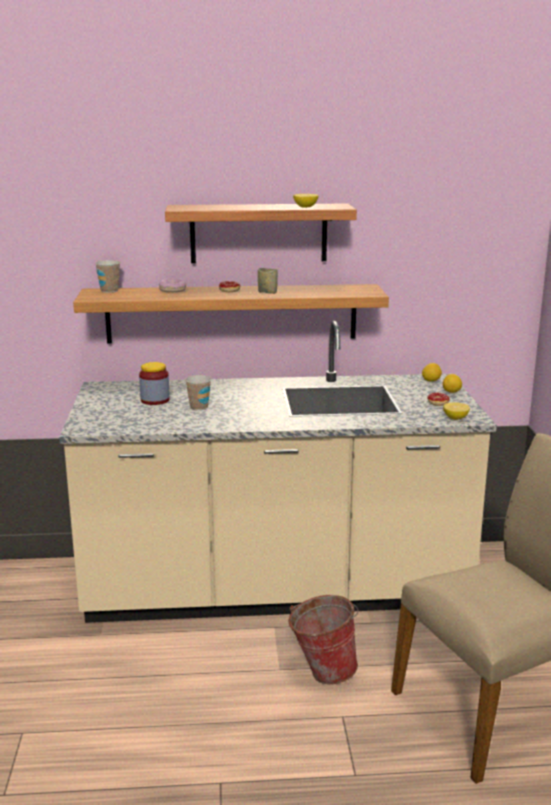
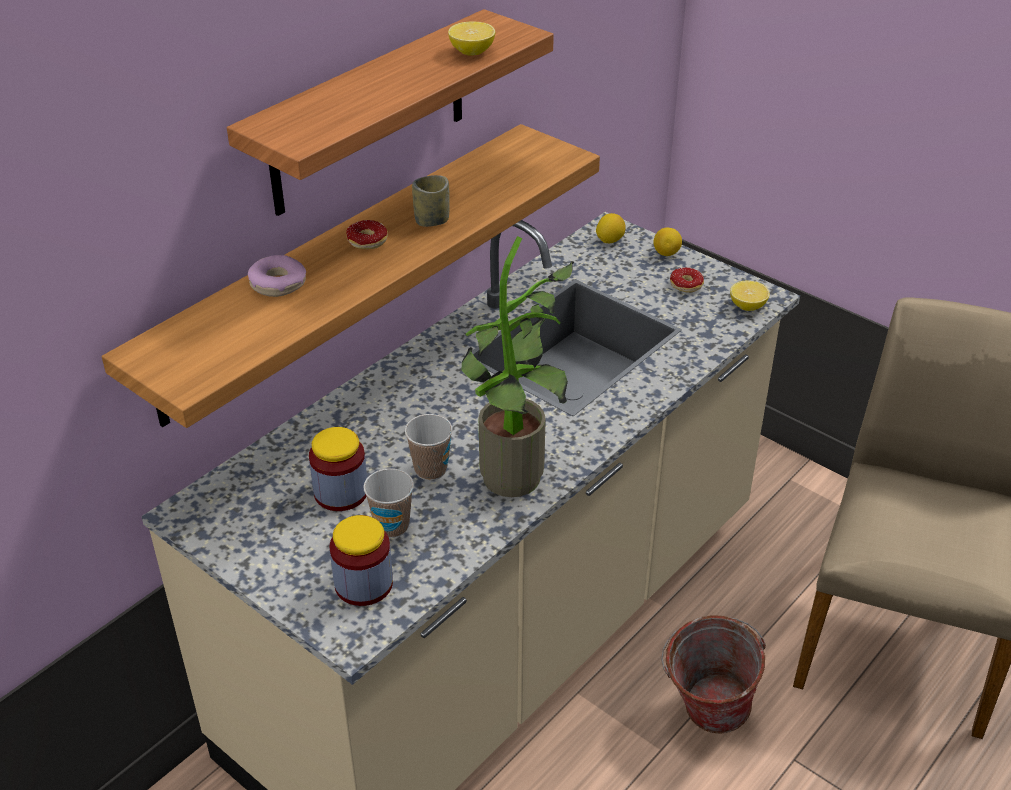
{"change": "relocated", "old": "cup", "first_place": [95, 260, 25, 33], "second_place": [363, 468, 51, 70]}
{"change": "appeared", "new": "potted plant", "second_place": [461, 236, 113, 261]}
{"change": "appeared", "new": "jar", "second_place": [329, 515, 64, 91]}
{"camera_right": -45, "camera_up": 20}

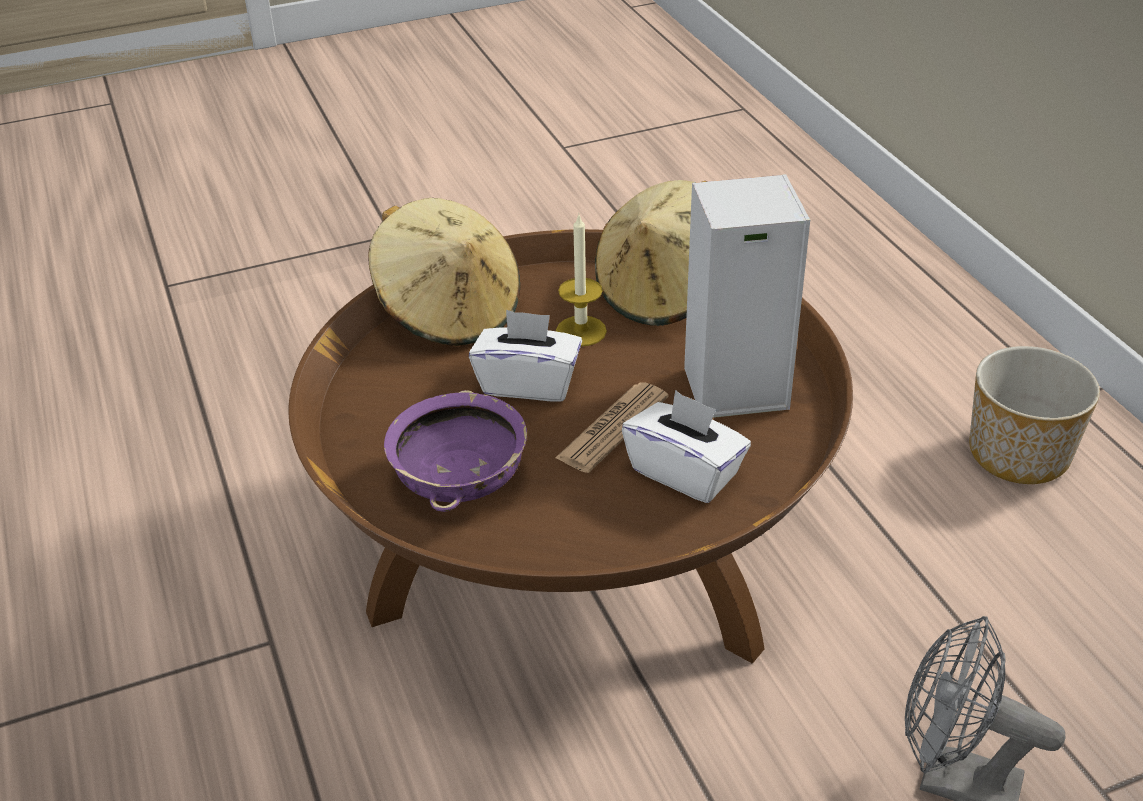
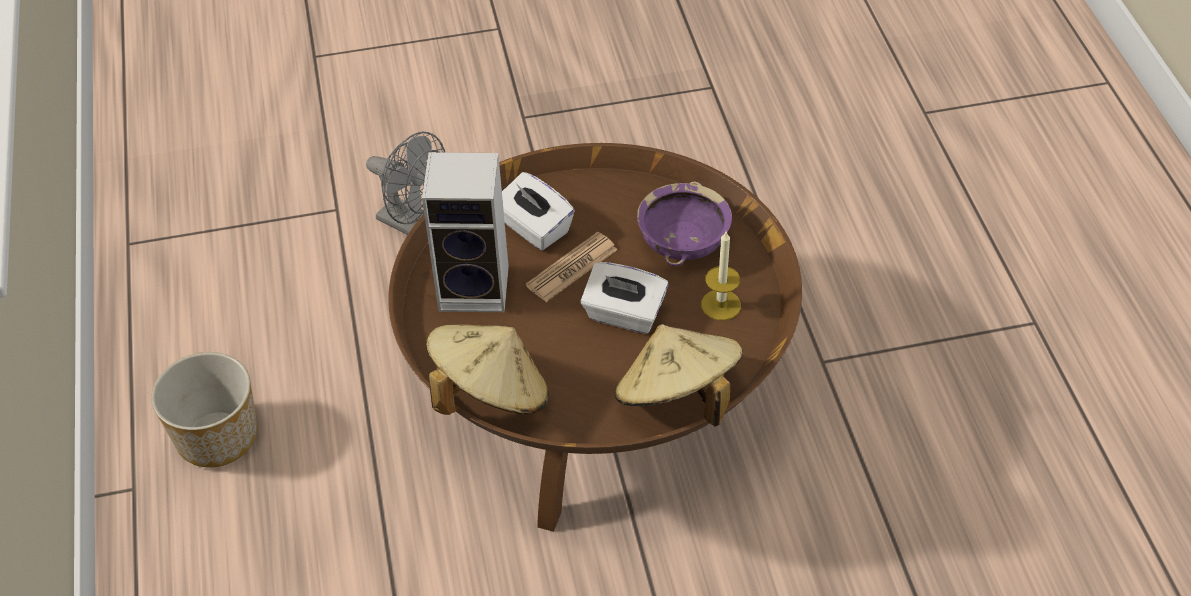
{"change": "relocated", "old": "candle", "first_place": [556, 215, 51, 131], "second_place": [701, 232, 40, 88]}
{"camera_right": -170, "camera_up": 10}

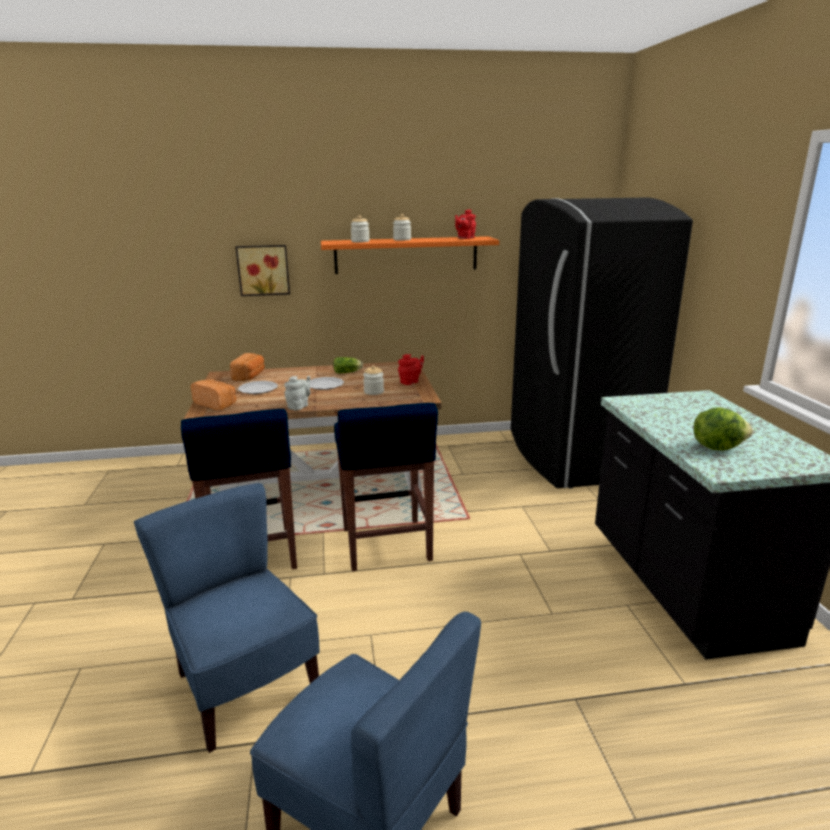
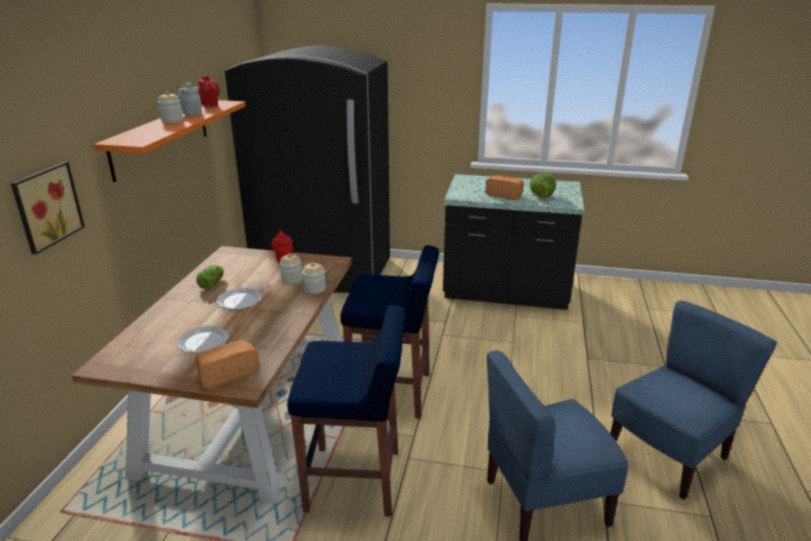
{"change": "relocated", "old": "jar", "first_place": [350, 215, 20, 27], "second_place": [302, 262, 24, 32]}
{"change": "relocated", "old": "bread", "first_place": [230, 353, 35, 28], "second_place": [485, 175, 39, 25]}
{"change": "relocated", "old": "teapot in grey", "first_place": [284, 376, 26, 35], "second_place": [177, 82, 25, 34]}
{"camera_right": -70, "camera_up": 5}

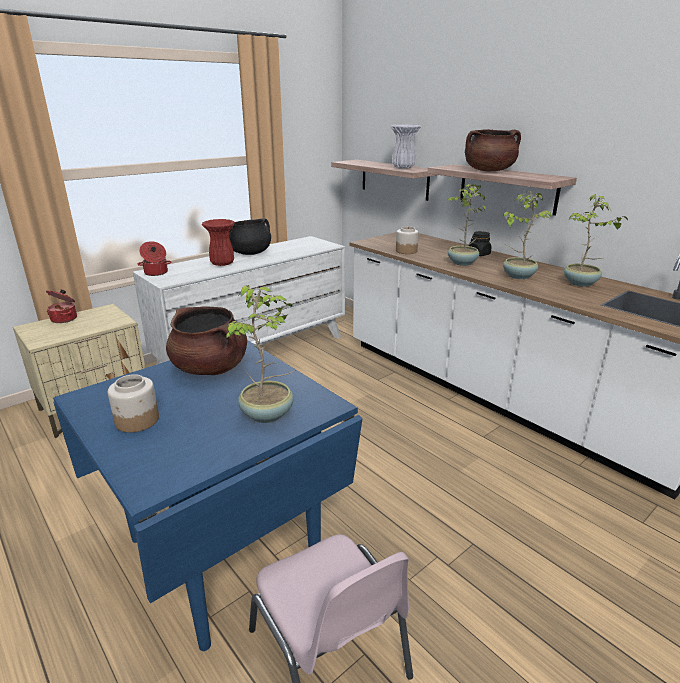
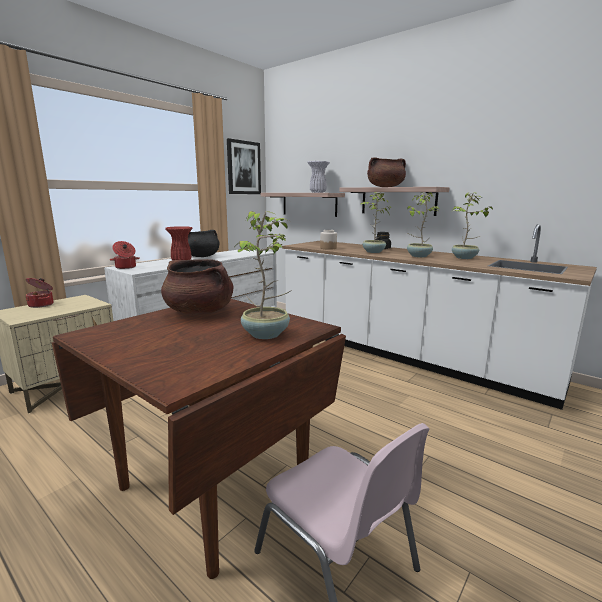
{"change": "colour", "old": "dining table in blue", "new": "dining table in brown", "first_place": [53, 340, 310, 311], "second_place": [52, 299, 294, 280]}
{"change": "missing", "old": "jar", "first_place": [108, 374, 51, 59]}
{"change": "appeared", "new": "picture", "second_place": [227, 138, 34, 56]}
{"camera_right": -10, "camera_up": -10}

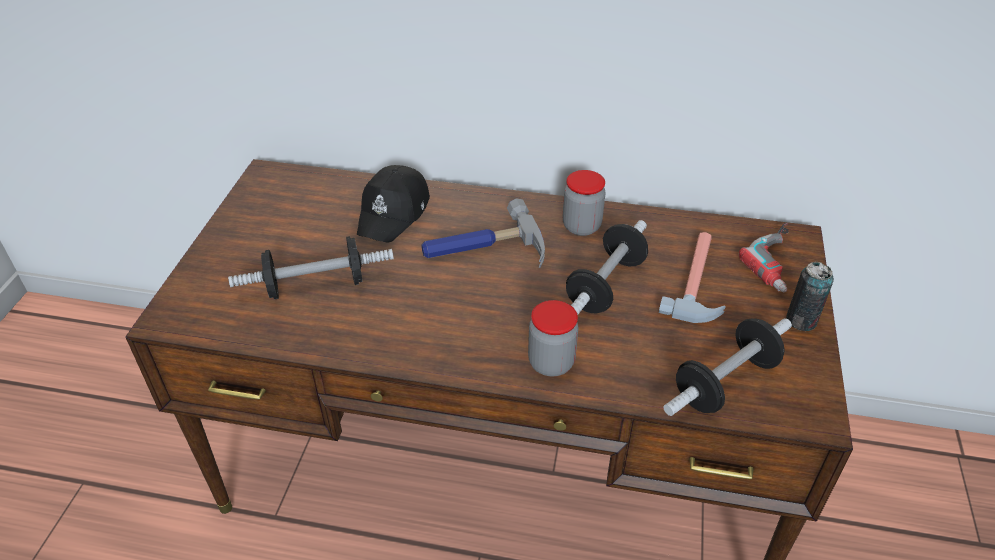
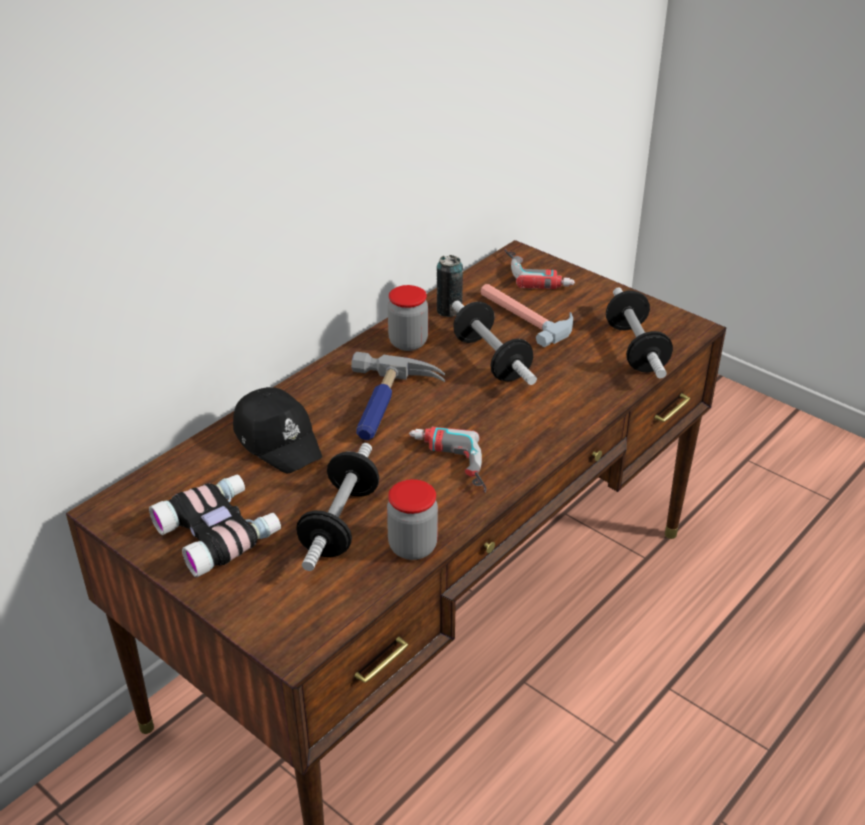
{"change": "relocated", "old": "can", "first_place": [786, 261, 48, 70], "second_place": [437, 255, 26, 62]}
{"change": "relocated", "old": "jar", "first_place": [528, 300, 50, 76], "second_place": [387, 479, 51, 81]}
{"change": "appeared", "new": "power drill", "second_place": [409, 427, 77, 66]}
{"change": "appeared", "new": "binoculars", "second_place": [149, 474, 132, 103]}
{"camera_right": -60, "camera_up": -5}

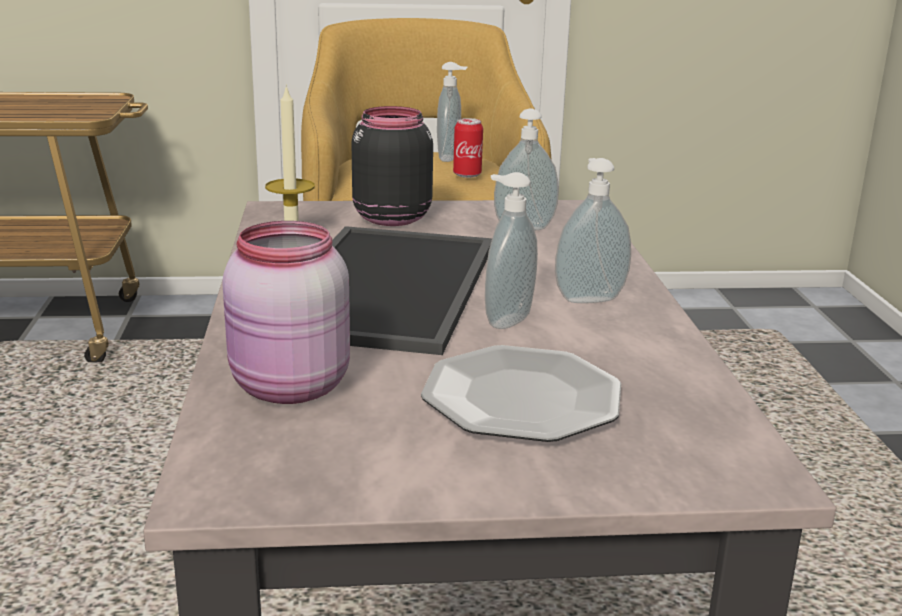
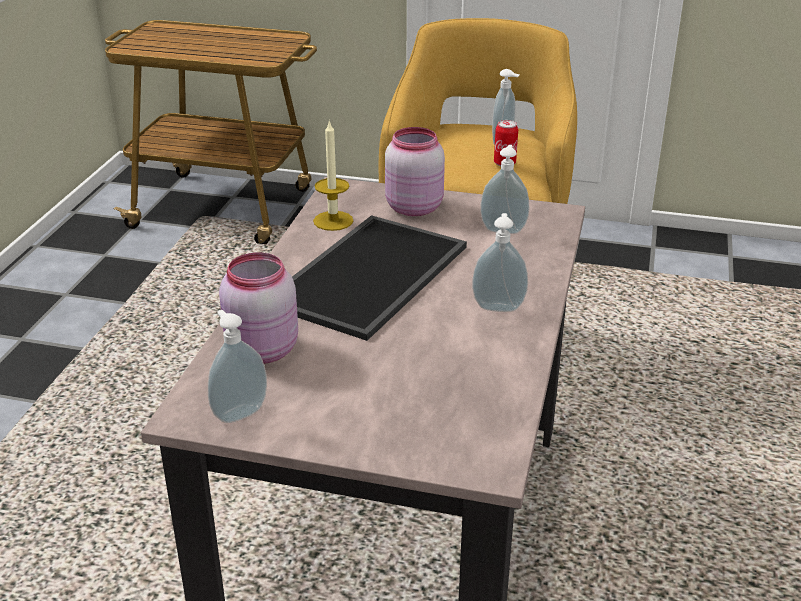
{"change": "colour", "old": "jar in black", "new": "jar in pink", "first_place": [352, 106, 81, 120], "second_place": [385, 127, 60, 89]}
{"change": "relocated", "old": "soap dispenser", "first_place": [485, 172, 53, 157], "second_place": [208, 310, 59, 113]}
{"change": "missing", "old": "plate", "first_place": [421, 345, 200, 97]}
{"camera_right": 20, "camera_up": 10}

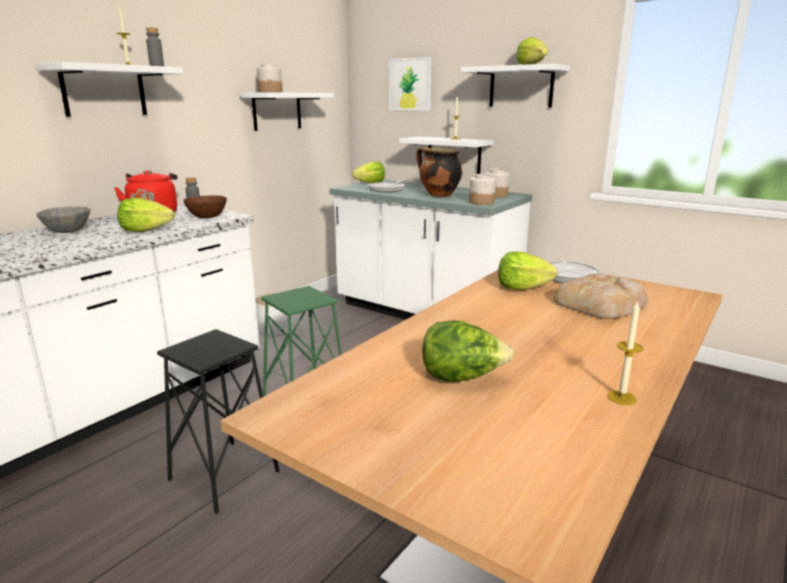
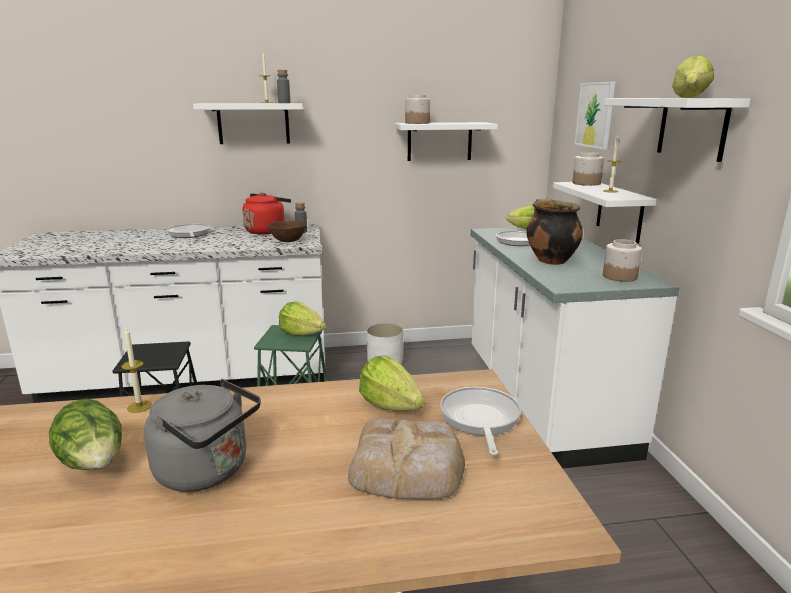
{"change": "relocated", "old": "jar", "first_place": [469, 174, 27, 31], "second_place": [572, 152, 32, 34]}
{"change": "relocated", "old": "lettuce", "first_place": [117, 198, 58, 34], "second_place": [279, 301, 47, 35]}
{"change": "exchanged", "old": "bowl in grey", "new": "frying pan", "first_place": [36, 206, 54, 27], "second_place": [167, 224, 43, 14]}
{"change": "relocated", "old": "candle", "first_place": [607, 300, 36, 105], "second_place": [121, 328, 31, 85]}
{"change": "appeared", "new": "kettle in grey", "second_place": [144, 379, 117, 113]}
{"camera_right": 45, "camera_up": 0}

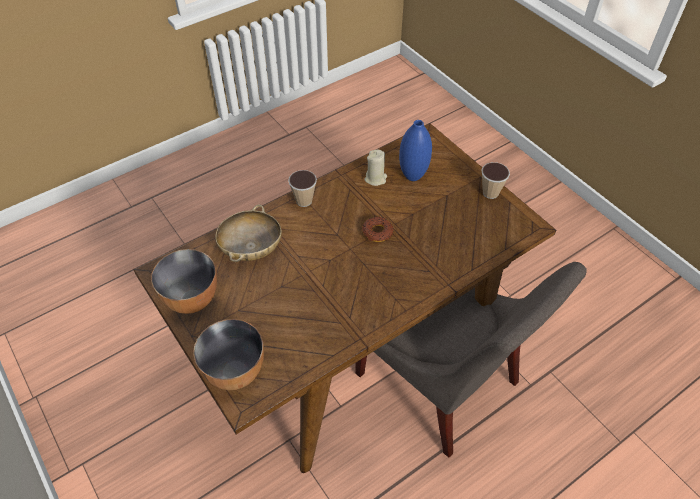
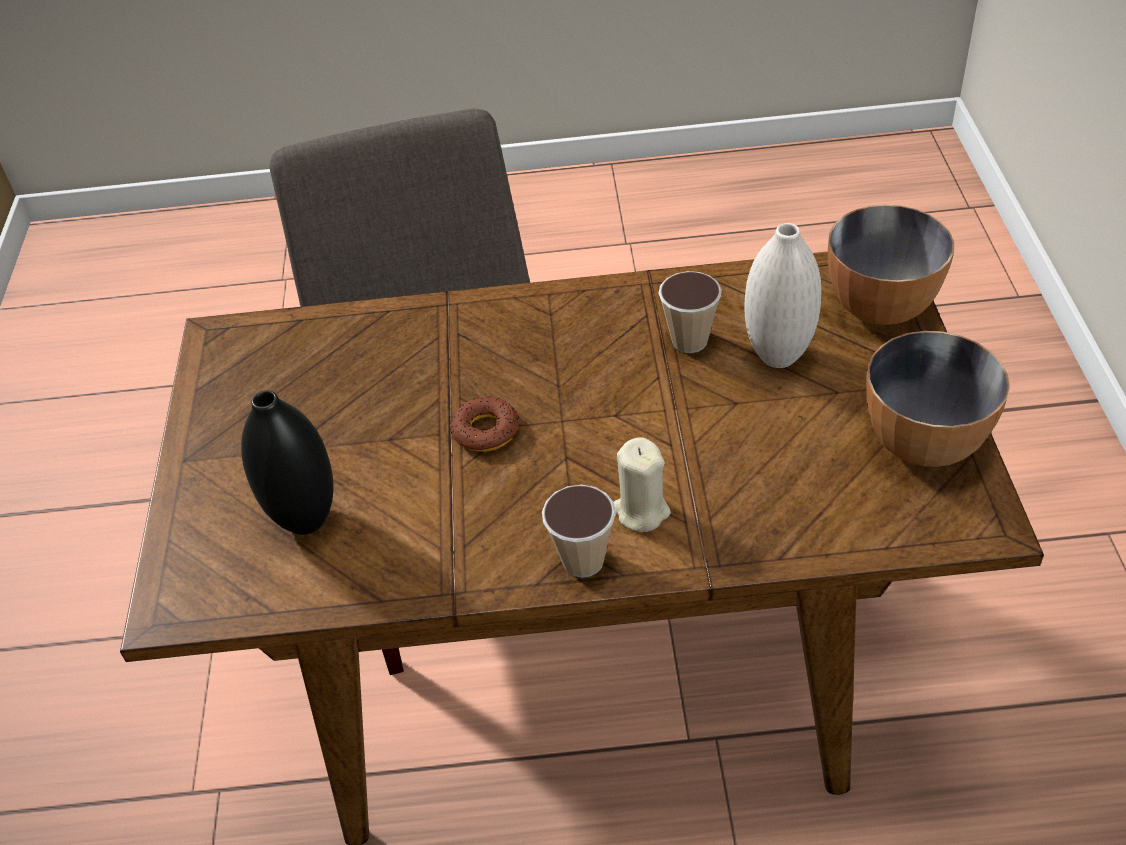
{"change": "colour", "old": "vase in blue", "new": "vase in black", "first_place": [399, 120, 33, 61], "second_place": [241, 390, 93, 145]}
{"change": "relocated", "old": "candle in beige", "first_place": [365, 150, 22, 36], "second_place": [614, 437, 57, 95]}
{"change": "relocated", "old": "cup", "first_place": [482, 162, 28, 37], "second_place": [658, 271, 64, 82]}
{"change": "missing", "old": "bowl in beige", "first_place": [215, 204, 67, 58]}
{"change": "appeared", "new": "vase in white", "second_place": [744, 223, 78, 145]}
{"camera_right": -145, "camera_up": -5}

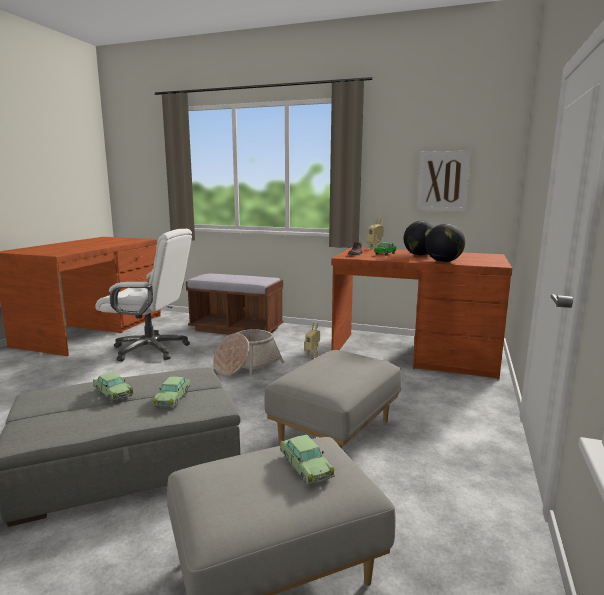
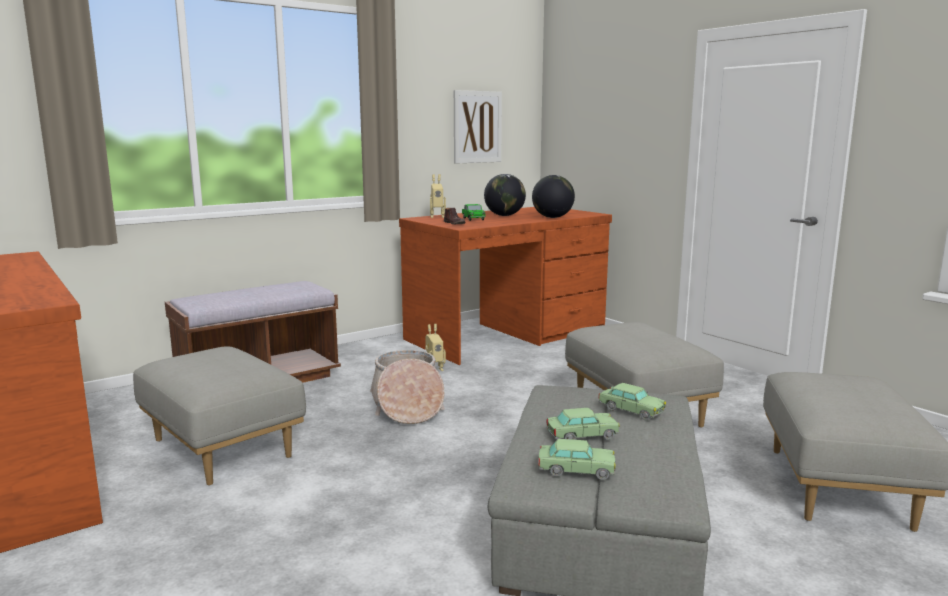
{"change": "exchanged", "old": "office chair in white", "new": "ottoman in grey", "first_place": [95, 229, 97, 133], "second_place": [133, 346, 173, 140]}
{"change": "relocated", "old": "toy car", "first_place": [280, 435, 55, 50], "second_place": [538, 439, 78, 41]}
{"camera_right": -55, "camera_up": 0}

